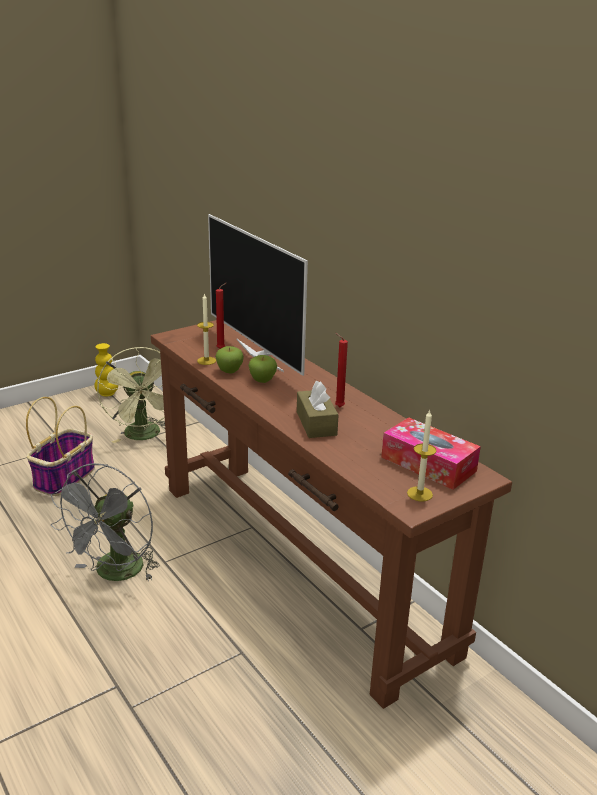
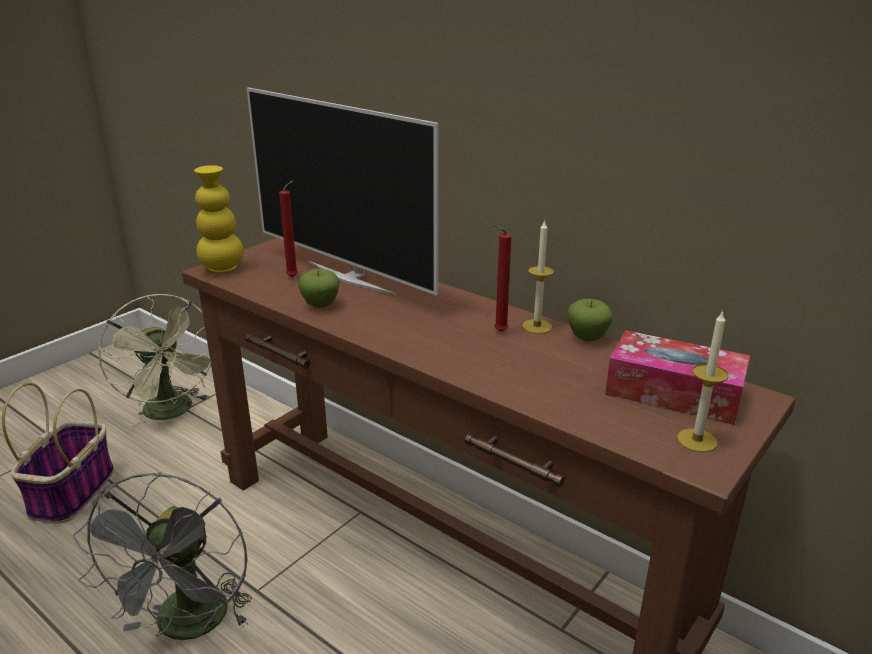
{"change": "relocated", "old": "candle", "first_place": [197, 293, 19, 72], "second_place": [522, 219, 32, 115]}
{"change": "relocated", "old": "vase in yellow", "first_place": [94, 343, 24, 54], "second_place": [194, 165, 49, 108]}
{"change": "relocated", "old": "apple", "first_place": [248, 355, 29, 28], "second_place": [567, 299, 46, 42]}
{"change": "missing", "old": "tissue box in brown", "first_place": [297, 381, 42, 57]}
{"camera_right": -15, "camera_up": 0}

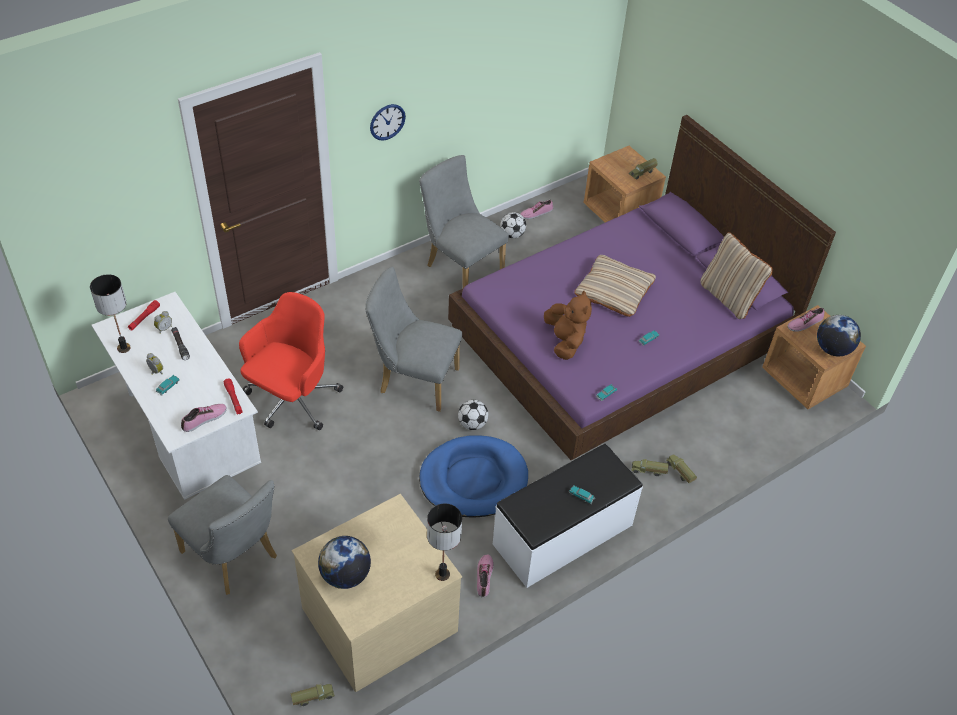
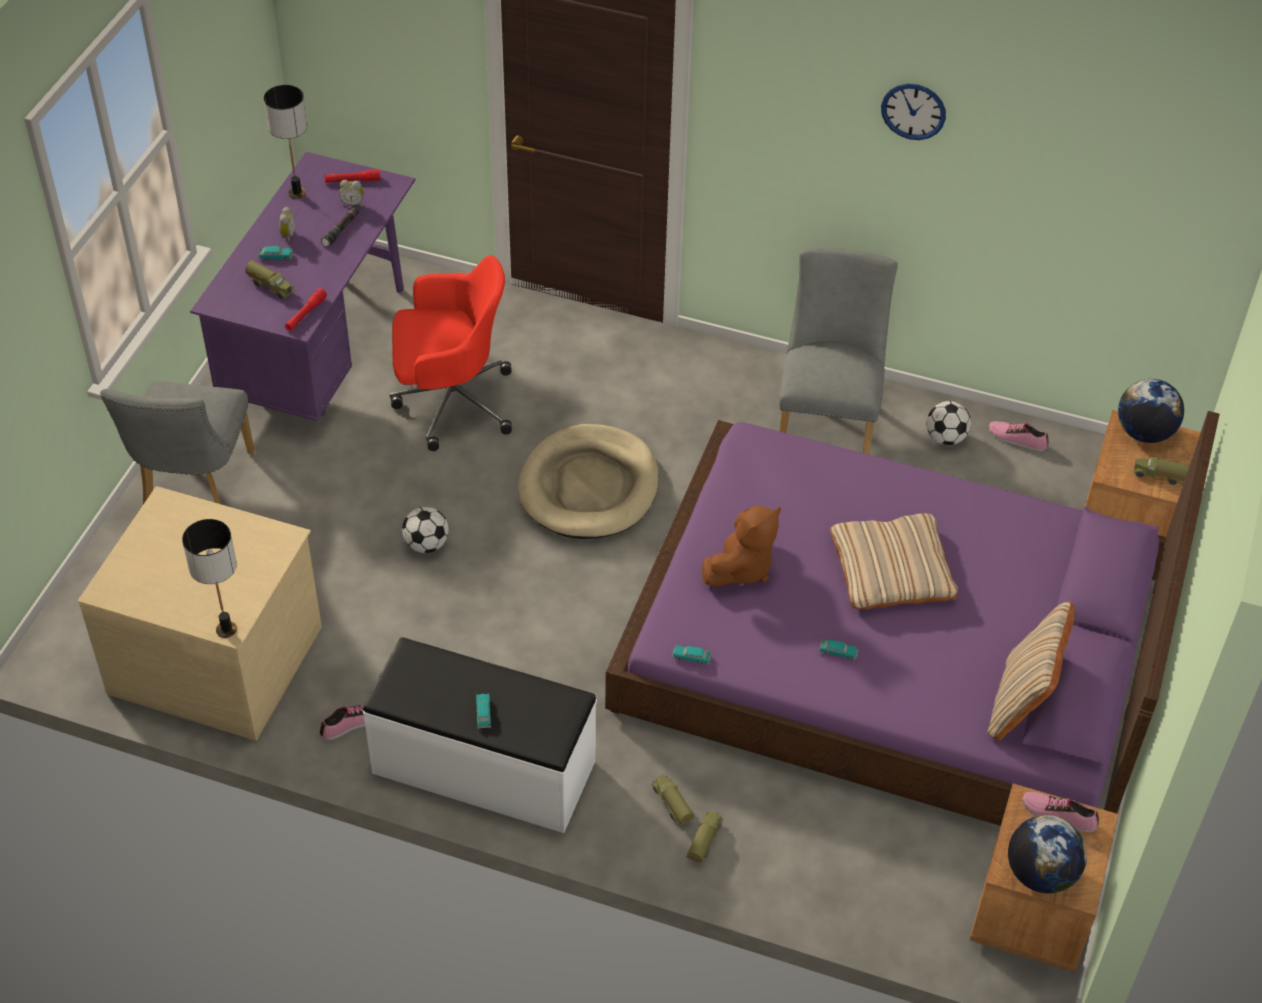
{"change": "relocated", "old": "wall clock", "first_place": [370, 104, 36, 37], "second_place": [881, 84, 65, 56]}
{"change": "exchanged", "old": "chair in grey", "new": "dog bed in beige", "first_place": [365, 267, 97, 145], "second_place": [518, 424, 141, 115]}
{"change": "colour", "old": "desk in white", "new": "desk in purple", "first_place": [92, 292, 169, 208], "second_place": [190, 152, 225, 269]}
{"change": "relocated", "old": "football", "first_place": [458, 400, 30, 30], "second_place": [402, 507, 47, 46]}
{"change": "missing", "old": "shoe", "first_place": [181, 404, 46, 28]}
{"change": "missing", "old": "dog bed in blue", "first_place": [419, 435, 109, 83]}
{"change": "relocated", "old": "globe", "first_place": [318, 536, 53, 53], "second_place": [1118, 379, 66, 64]}
{"change": "relocated", "old": "toy truck", "first_place": [290, 684, 45, 22], "second_place": [245, 260, 51, 39]}
{"camera_right": 55, "camera_up": 0}

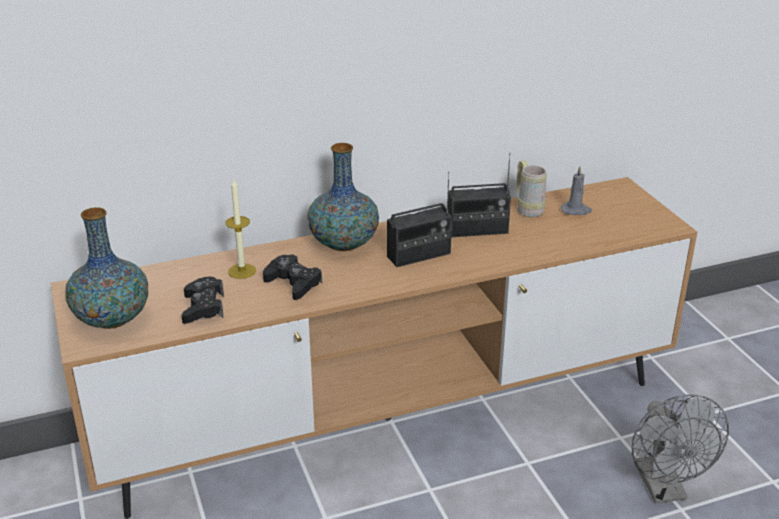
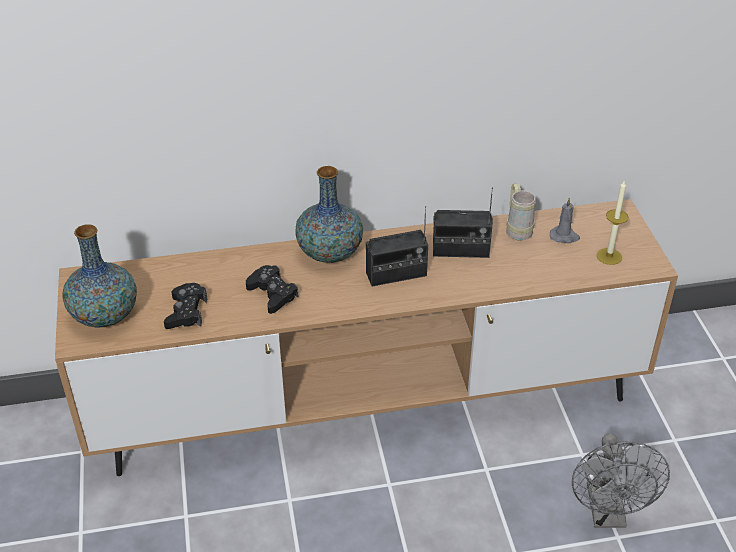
{"change": "relocated", "old": "candle", "first_place": [225, 178, 31, 101], "second_place": [597, 181, 32, 84]}
{"camera_right": 10, "camera_up": 10}

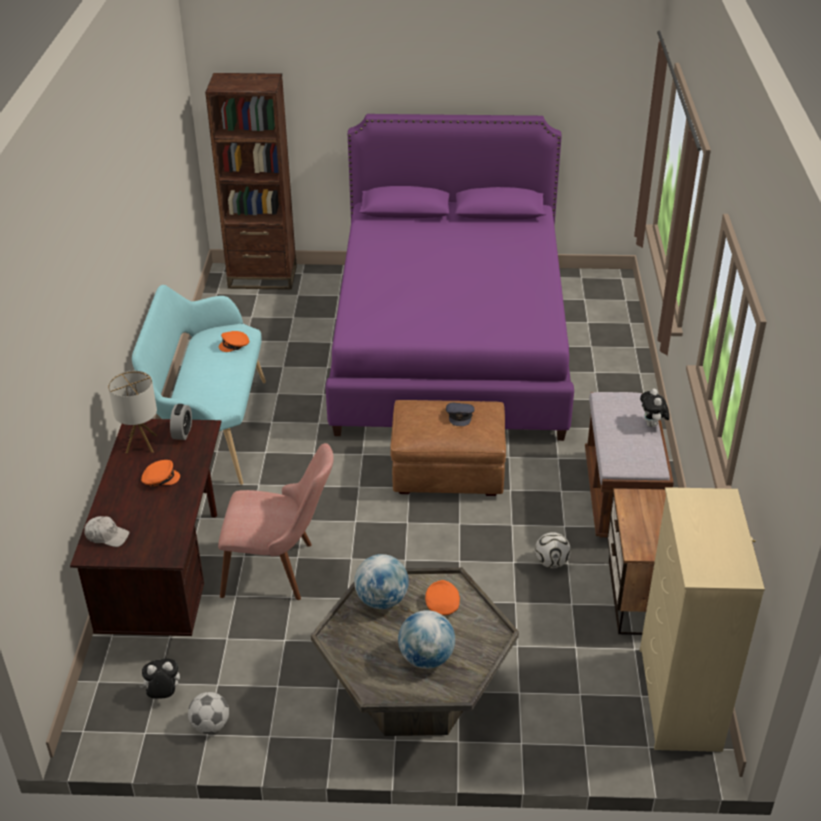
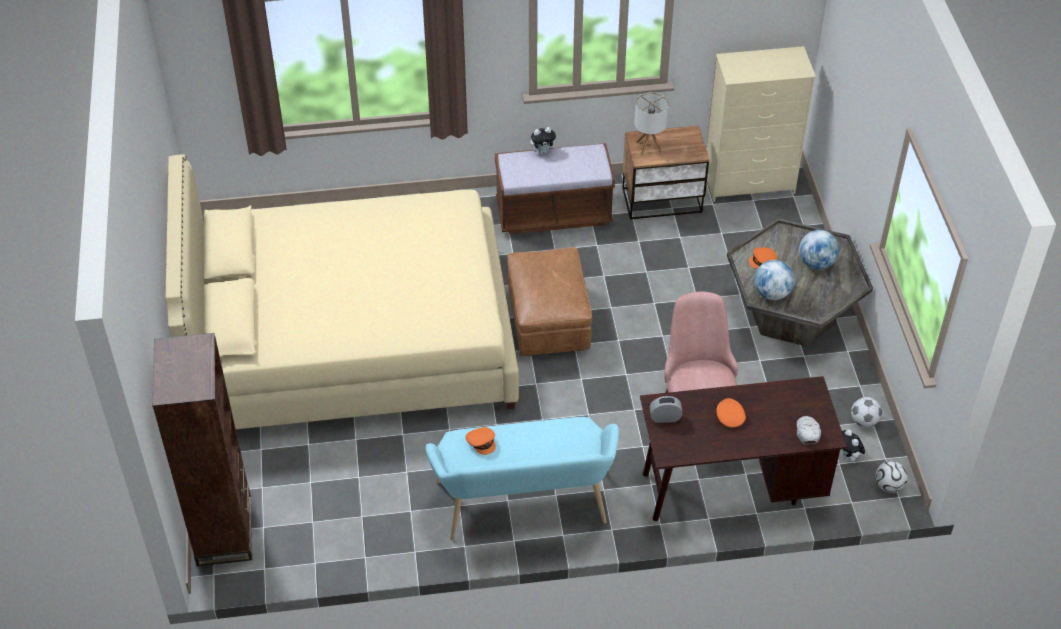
{"change": "colour", "old": "bed in purple", "new": "bed in beige", "first_place": [325, 114, 249, 327], "second_place": [165, 154, 354, 275]}
{"change": "relocated", "old": "table lamp", "first_place": [108, 371, 49, 82], "second_place": [635, 92, 33, 63]}
{"change": "missing", "old": "cap in grey", "first_place": [446, 403, 28, 23]}
{"change": "relocated", "old": "football", "first_place": [535, 532, 36, 36], "second_place": [875, 461, 33, 32]}
{"camera_right": -100, "camera_up": 10}

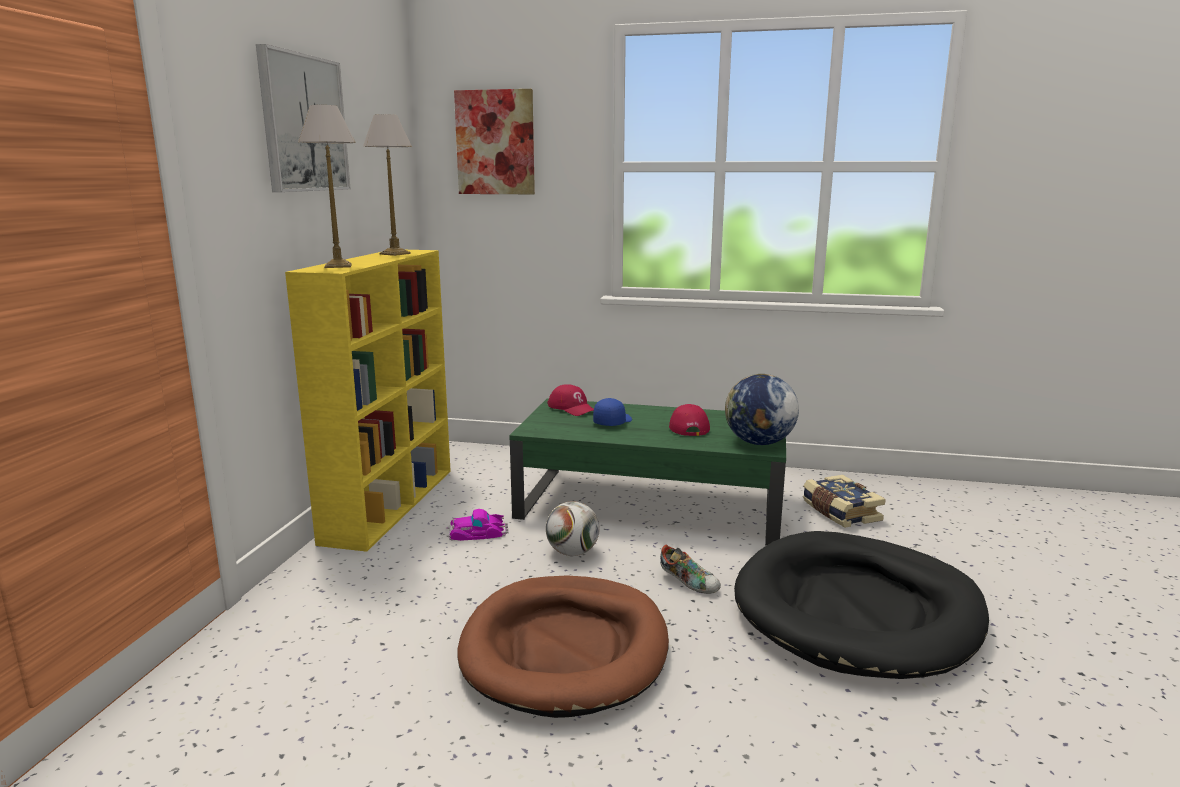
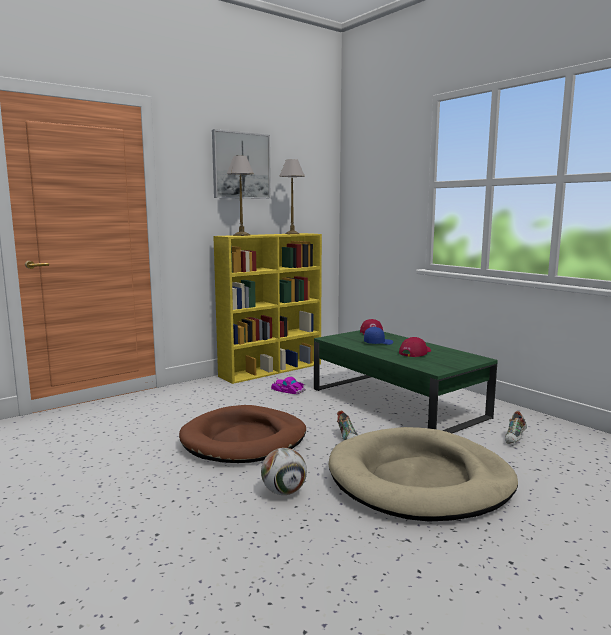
{"change": "missing", "old": "picture", "first_place": [454, 89, 81, 105]}
{"change": "missing", "old": "globe", "first_place": [725, 374, 74, 71]}
{"change": "exchanged", "old": "book", "new": "shoe", "first_place": [803, 475, 83, 53], "second_place": [505, 411, 22, 33]}
{"change": "relocated", "old": "football", "first_place": [546, 501, 54, 55], "second_place": [261, 448, 46, 47]}
{"change": "colour", "old": "dog bed in black", "new": "dog bed in beige", "first_place": [734, 531, 255, 148], "second_place": [328, 427, 190, 95]}
{"camera_right": 40, "camera_up": -5}

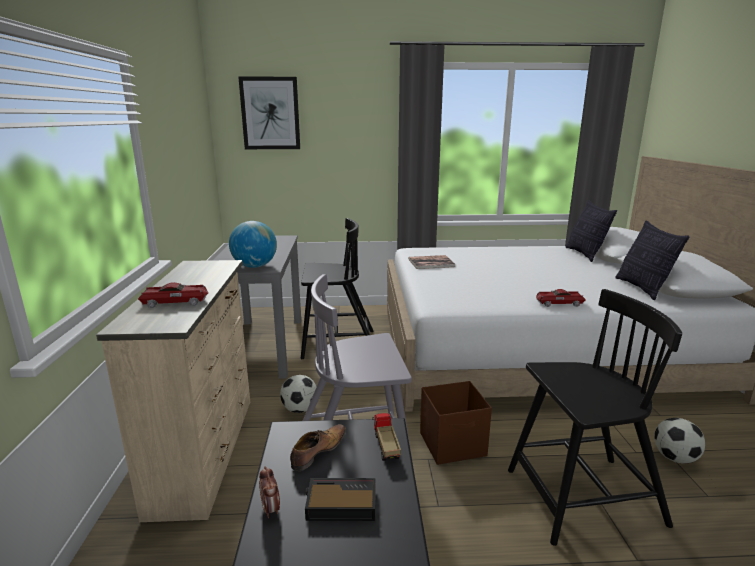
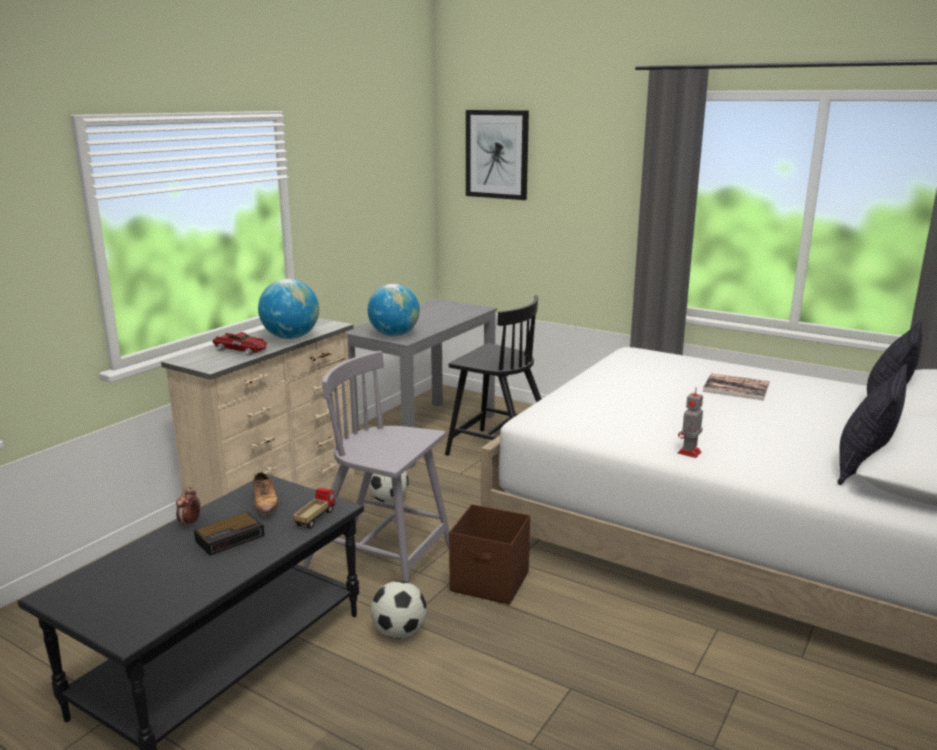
{"change": "relocated", "old": "book", "first_place": [408, 255, 47, 14], "second_place": [703, 373, 66, 27]}
{"change": "missing", "old": "chair in black", "first_place": [508, 289, 174, 257]}
{"change": "exchanged", "old": "toy car", "new": "toy robot", "first_place": [536, 289, 50, 18], "second_place": [678, 388, 25, 70]}
{"change": "relocated", "old": "football", "first_place": [654, 418, 51, 46], "second_place": [371, 581, 56, 58]}
{"change": "spun", "old": "shoe", "first_place": [290, 424, 56, 47], "second_place": [253, 472, 25, 43], "degrees": 90}
{"change": "spun", "old": "alarm clock", "first_place": [305, 478, 70, 43], "second_place": [194, 512, 71, 44], "degrees": 105}
{"change": "appeared", "new": "globe", "second_place": [258, 279, 61, 60]}
{"camera_right": 35, "camera_up": 0}

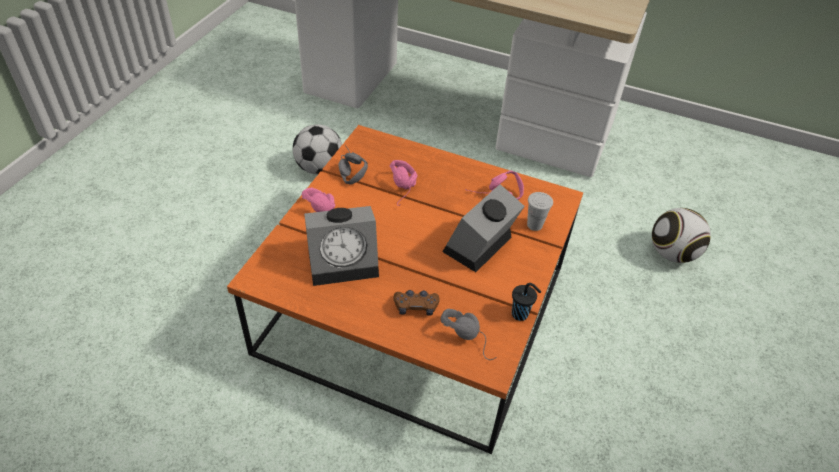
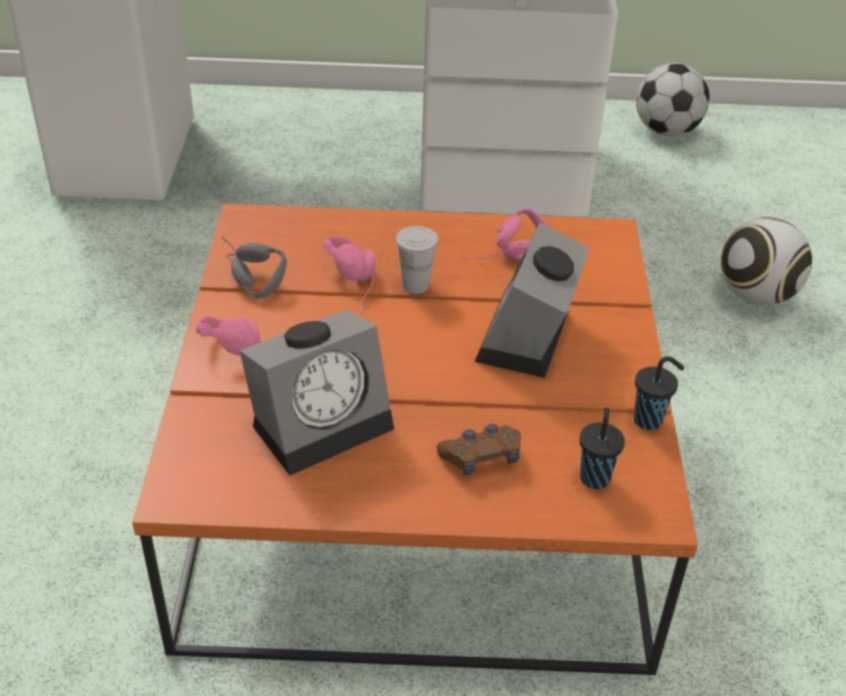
{"change": "relocated", "old": "football", "first_place": [293, 124, 49, 51], "second_place": [636, 63, 74, 73]}
{"change": "relocated", "old": "cup in white", "first_place": [527, 192, 26, 39], "second_place": [396, 226, 43, 68]}
{"change": "exchanged", "old": "headphones in grey", "new": "cup in black", "first_place": [441, 309, 56, 51], "second_place": [580, 408, 45, 81]}
{"camera_right": -20, "camera_up": -5}

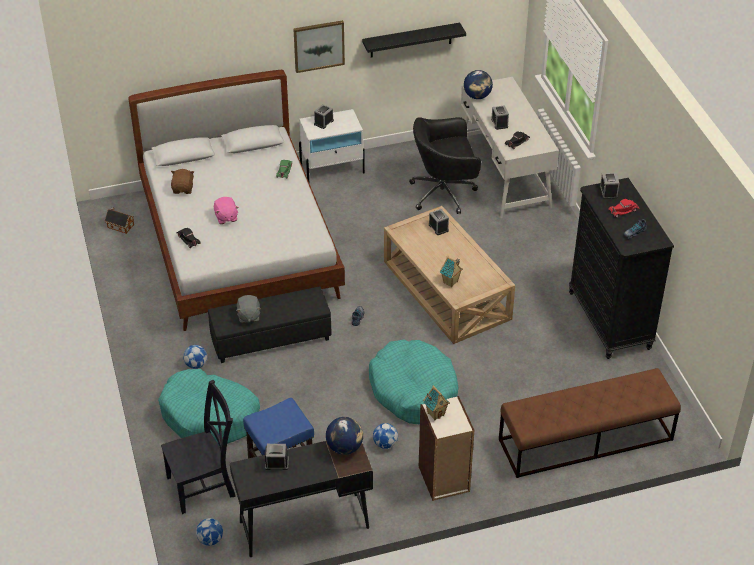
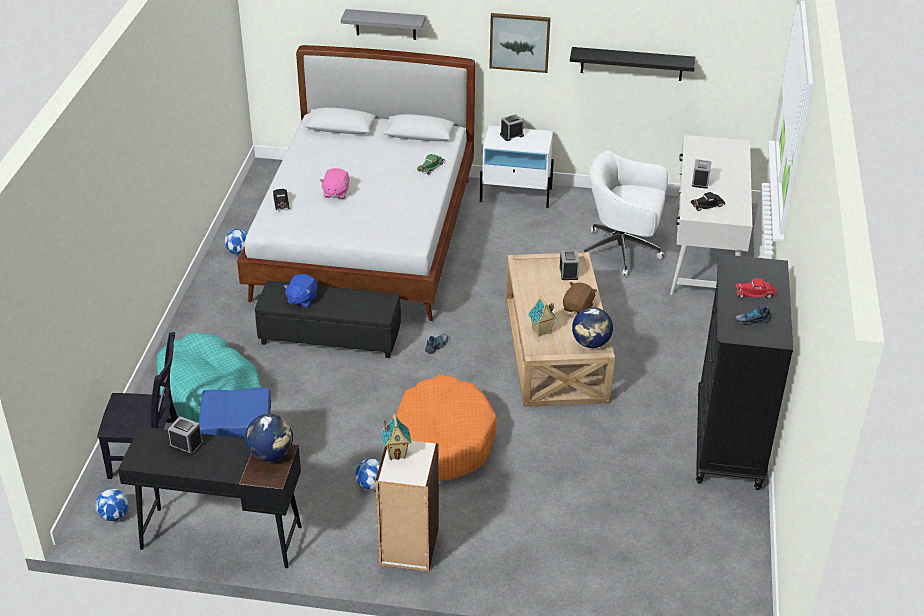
{"change": "relocated", "old": "globe", "first_place": [464, 70, 29, 29], "second_place": [572, 307, 41, 41]}
{"change": "colour", "old": "office chair in black", "new": "office chair in white", "first_place": [409, 117, 72, 97], "second_place": [584, 151, 84, 126]}
{"change": "relocated", "old": "plush toy in brown", "first_place": [171, 169, 23, 25], "second_place": [563, 282, 34, 32]}
{"change": "missing", "old": "alarm clock", "first_place": [600, 173, 19, 26]}
{"change": "missing", "old": "toy house", "first_place": [105, 207, 29, 27]}
{"change": "colour", "old": "plush toy in grey", "new": "plush toy in blue", "first_place": [236, 295, 25, 28], "second_place": [284, 274, 34, 33]}
{"change": "colour", "old": "dog bed in turquoise", "new": "dog bed in orange", "first_place": [369, 339, 89, 86], "second_place": [396, 375, 101, 106]}
{"change": "relocated", "old": "football", "first_place": [183, 345, 25, 24], "second_place": [225, 229, 22, 25]}
{"change": "missing", "old": "bench in brown", "first_place": [499, 368, 182, 110]}
{"change": "appeared", "new": "shelf in grey", "second_place": [341, 9, 85, 31]}
{"camera_right": 25, "camera_up": -5}

